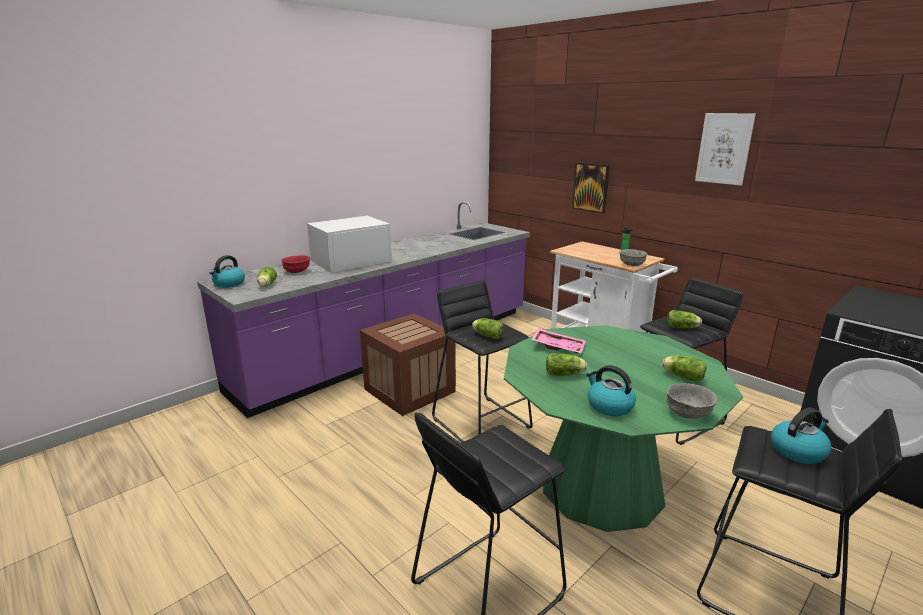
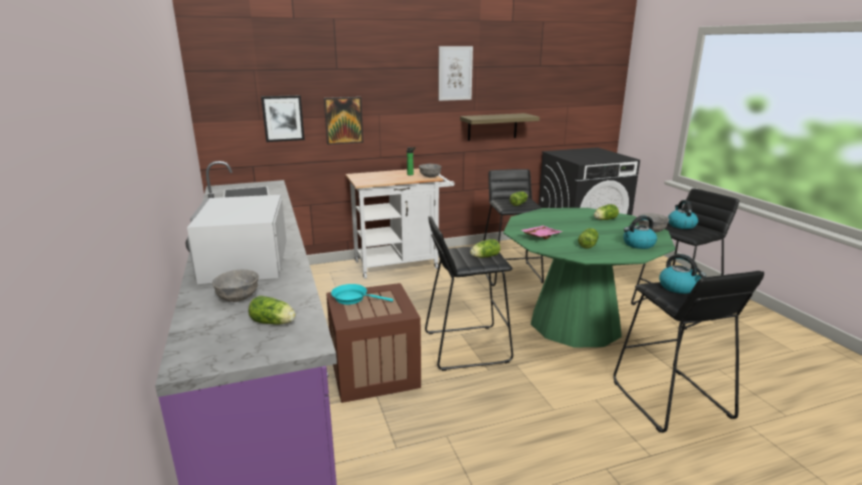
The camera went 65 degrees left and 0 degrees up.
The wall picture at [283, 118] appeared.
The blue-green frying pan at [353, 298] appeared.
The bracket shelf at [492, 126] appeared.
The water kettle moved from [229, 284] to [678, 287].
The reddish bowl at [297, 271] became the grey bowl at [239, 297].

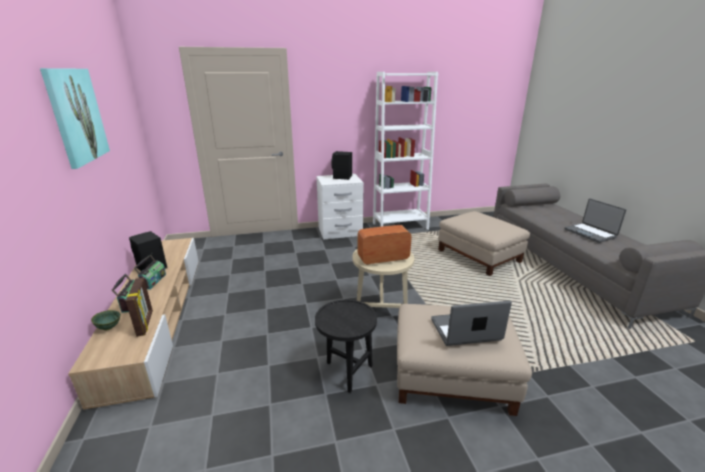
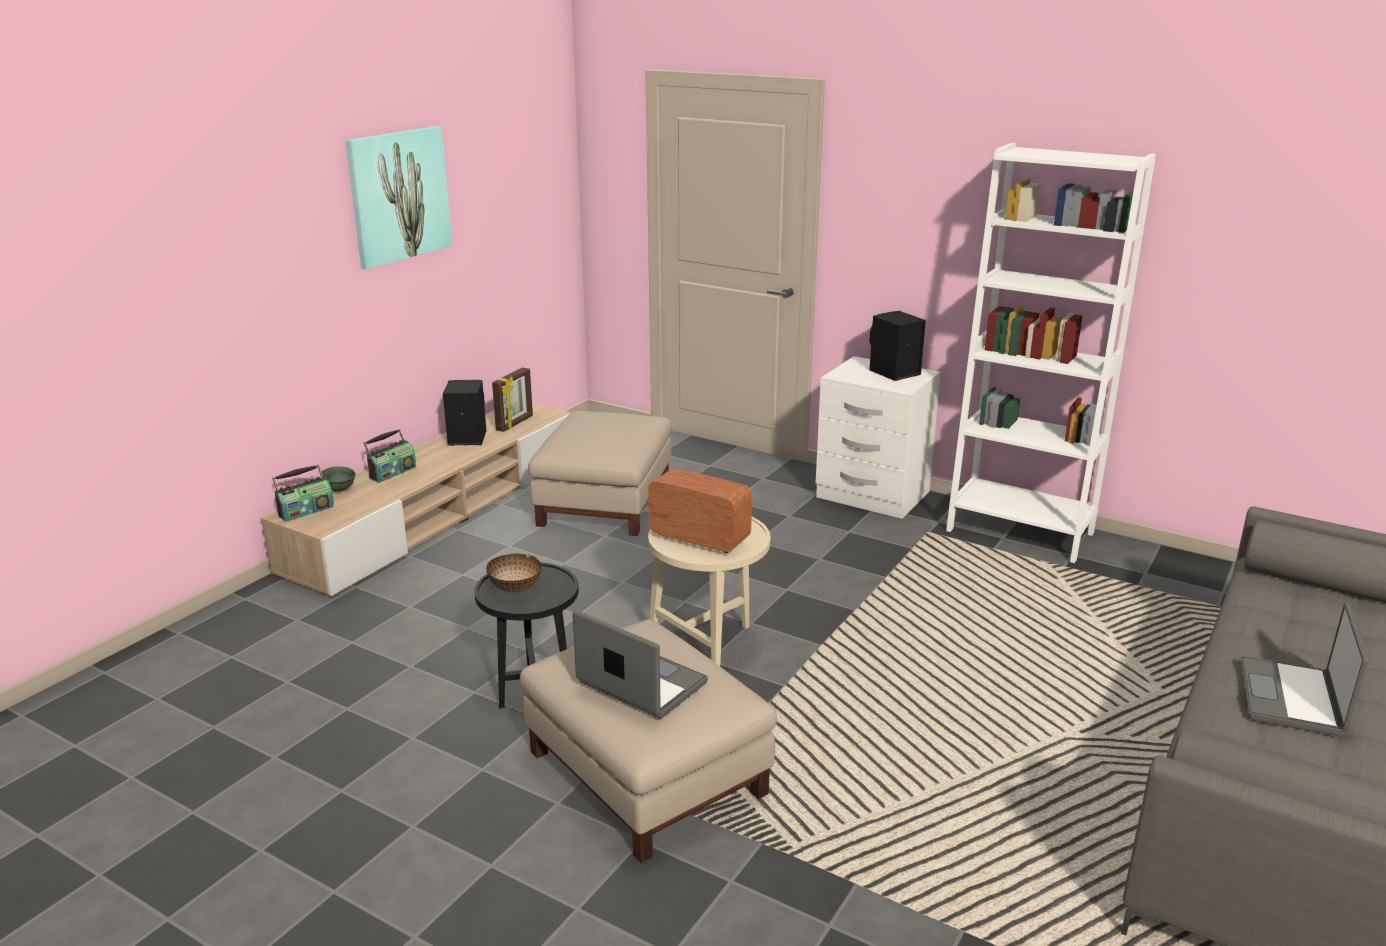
The camera went 45 degrees right and 0 degrees up.
The bowl at [515, 589] appeared.
The photo frame moved from [145, 323] to [515, 423].
The radio moved from [153, 281] to [306, 511].
The beige-coloured pouffe moved from [478, 256] to [604, 501].

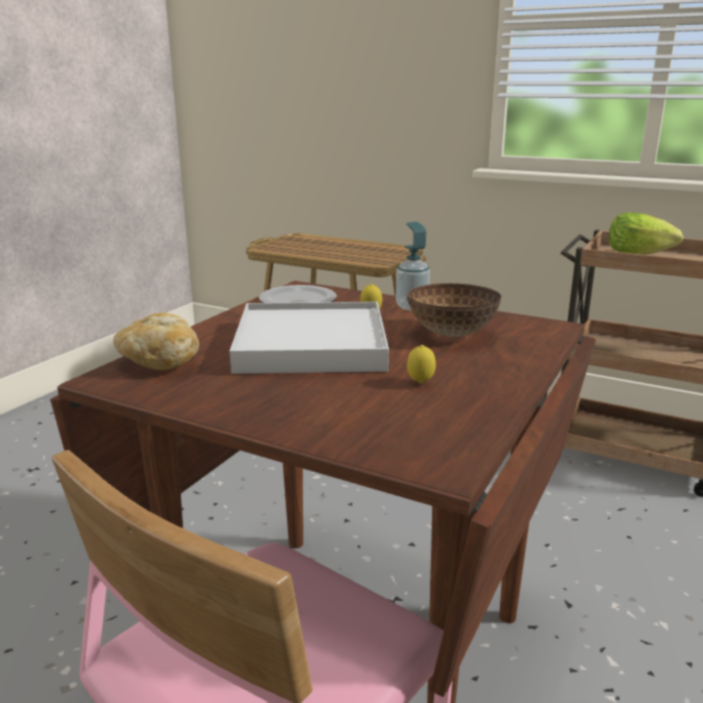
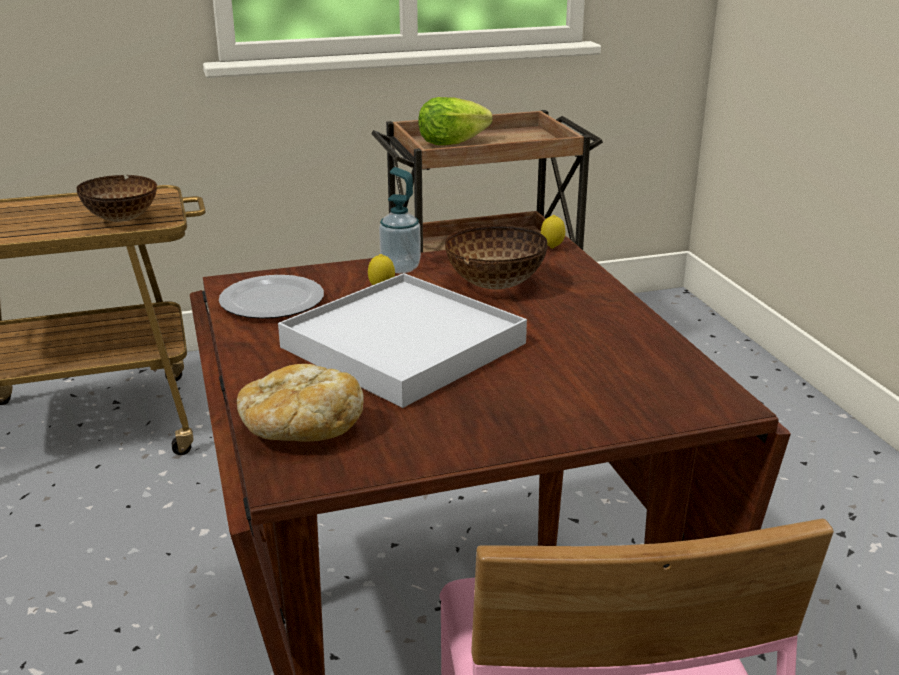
The camera went 45 degrees left and 5 degrees up.
The bowl at [122, 219] appeared.
The citrus fruit moved from [420, 383] to [552, 248].

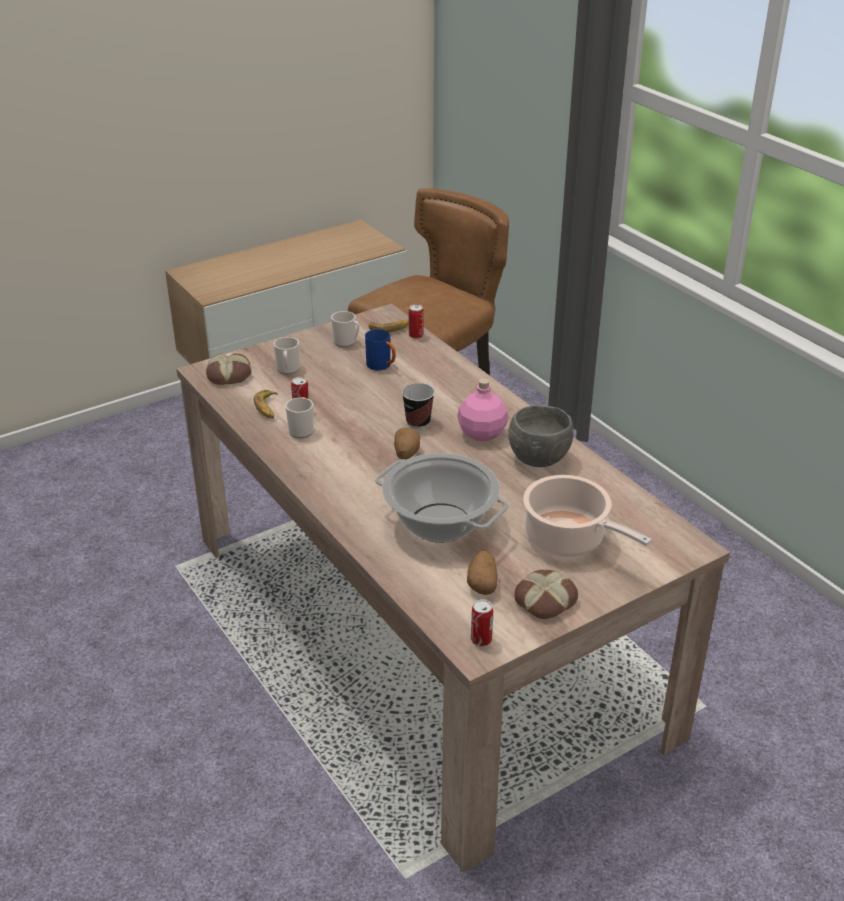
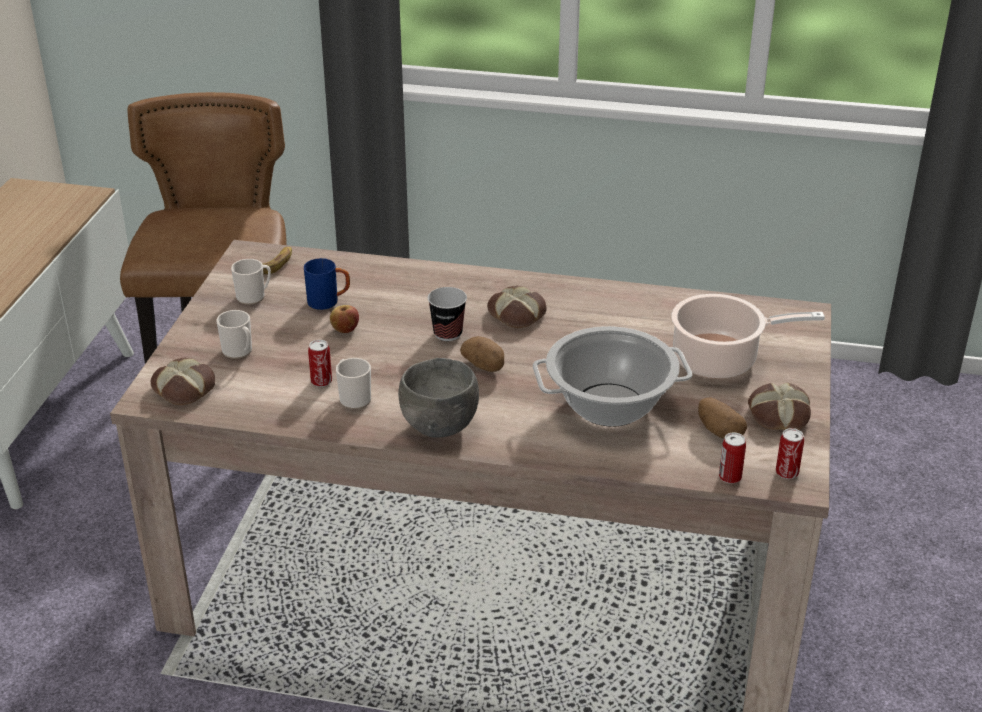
The camera went 45 degrees left and 0 degrees up.
The banana fruit at [267, 408] disappeared.
The apple at [345, 329] appeared.
The can moved from [416, 335] to [730, 477].
The grey bowl moved from [538, 459] to [438, 426].
The pinkish beverage bottle at [482, 433] was replaced by the bread at [517, 313].

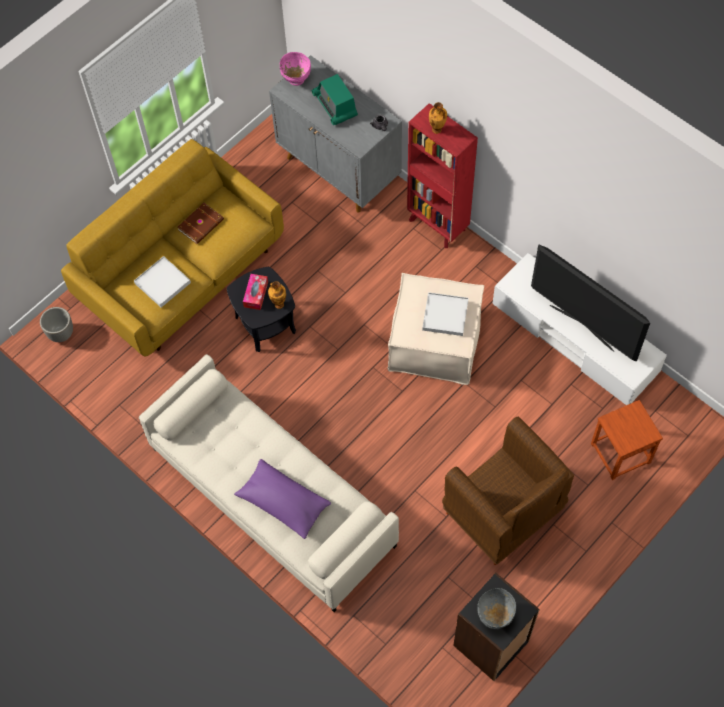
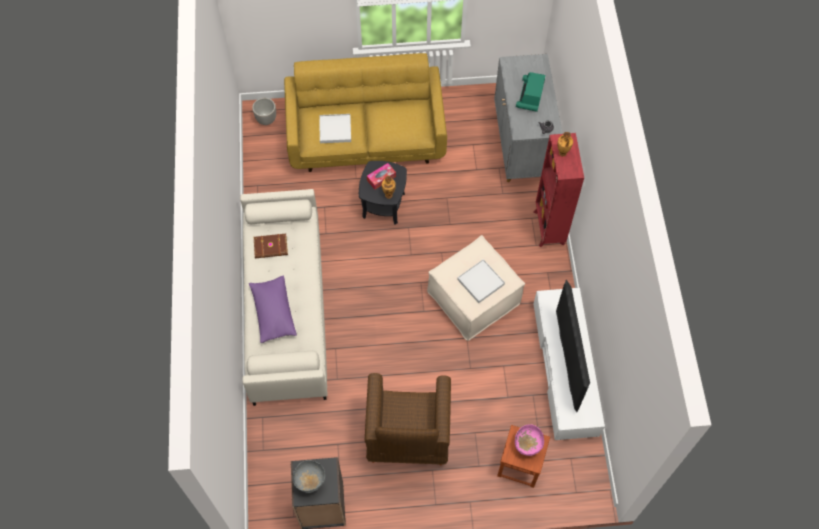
The camera went 40 degrees right and 0 degrees up.
The brownish volume moved from [201, 225] to [271, 247].
The pinkish bowl moved from [296, 79] to [527, 446].

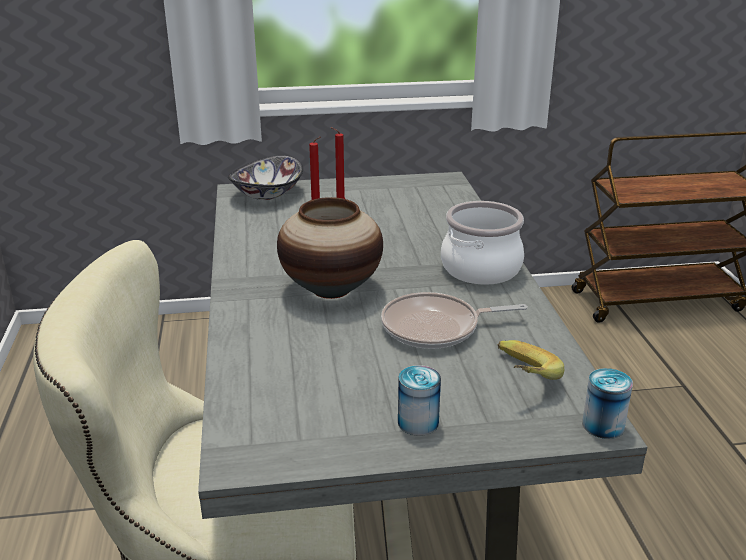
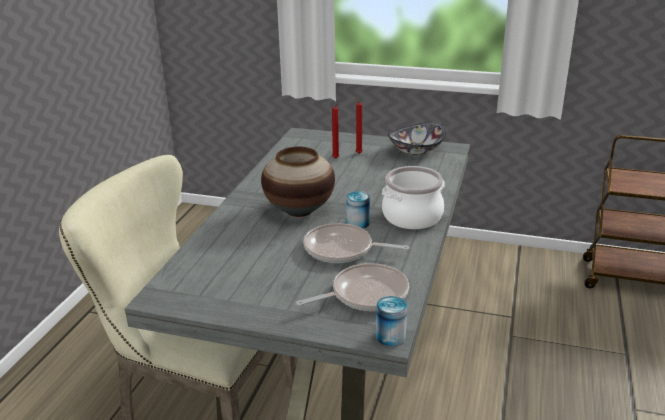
The camera went 25 degrees right and 0 degrees up.
The bowl moved from [268, 194] to [416, 151].
The can moved from [418, 422] to [358, 223].
The banana fruit at [519, 379] was replaced by the frying pan at [365, 294].

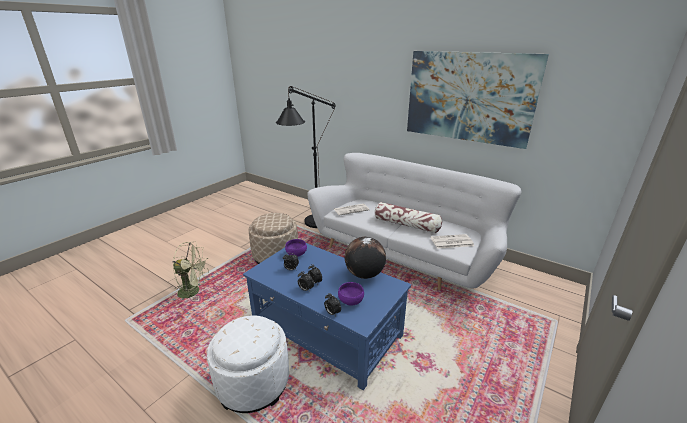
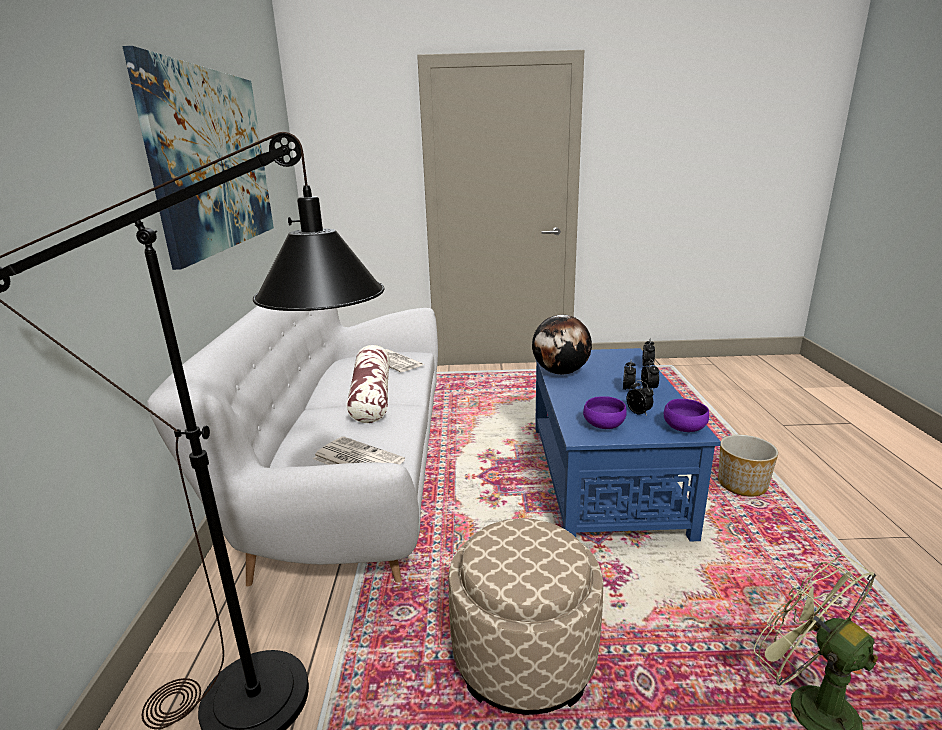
The camera went 125 degrees left and 5 degrees down.
The purplish bowl moved from [350, 301] to [685, 429].
The whitish pouffe at [253, 383] was replaced by the flower pot at [742, 485].

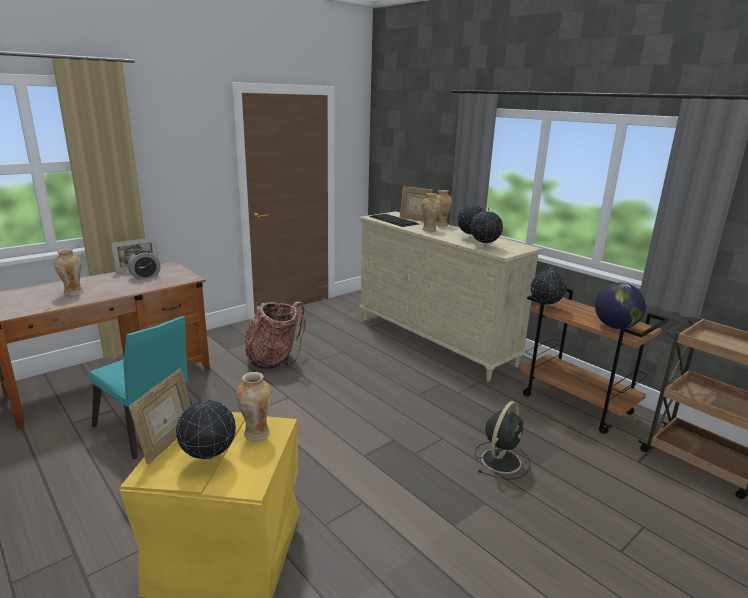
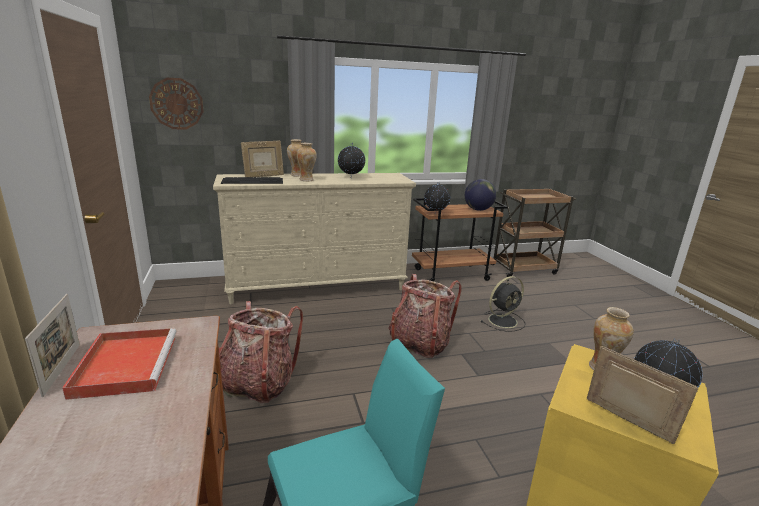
The camera went 65 degrees left and 0 degrees up.
The decorative vase at [73, 293] disappeared.
The globe at [484, 247] disappeared.
The wall clock at [176, 104] appeared.
The rucksack at [420, 343] appeared.
The table clock at [145, 276] was replaced by the reddish serving tray at [126, 364].
The blackish electric fan at [501, 460] turned 90 degrees clockwise.

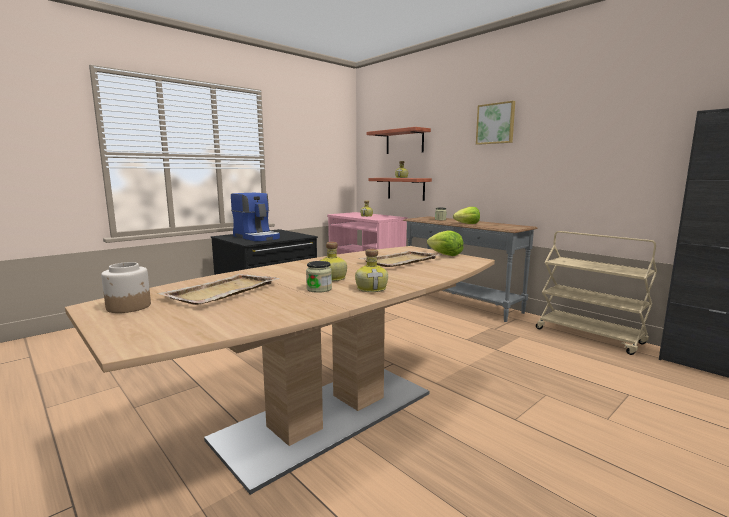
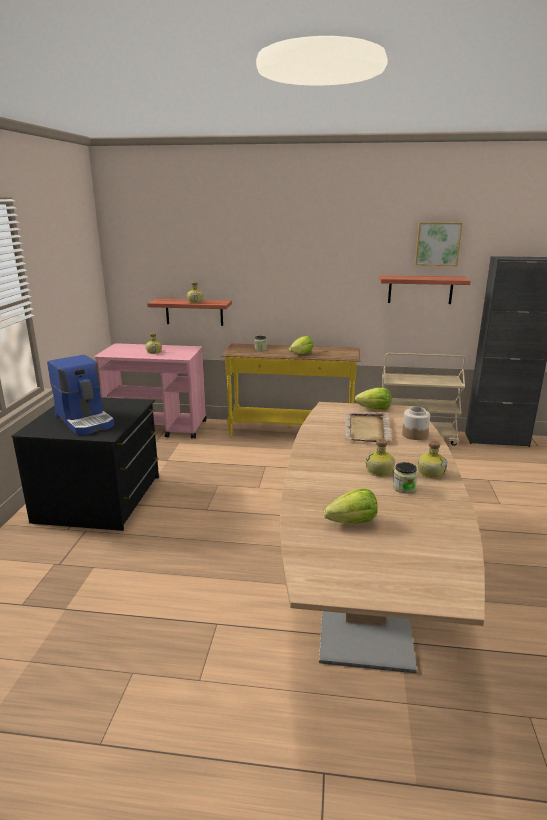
The camera went 40 degrees left and 10 degrees up.
The storage jar moved from [129, 306] to [414, 435].
The bracket shelf moved from [404, 142] to [420, 289].
The wall picture moved from [496, 123] to [437, 244].
The beige-coloured serving tray at [222, 291] was replaced by the lettuce head at [352, 522].
The grey console table at [460, 303] became the yellow-coloured console table at [290, 432].
The coffee brewer at [257, 237] turned 45 degrees clockwise.

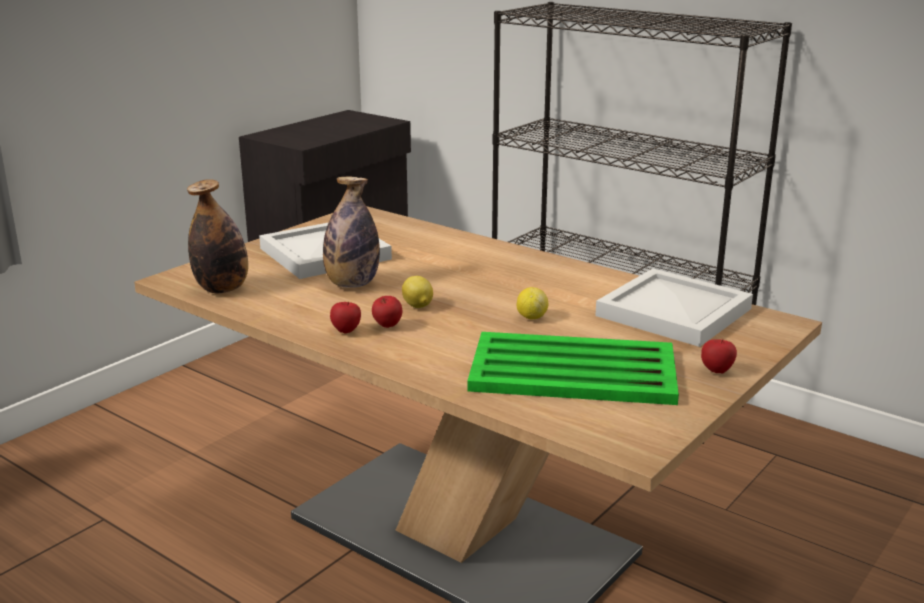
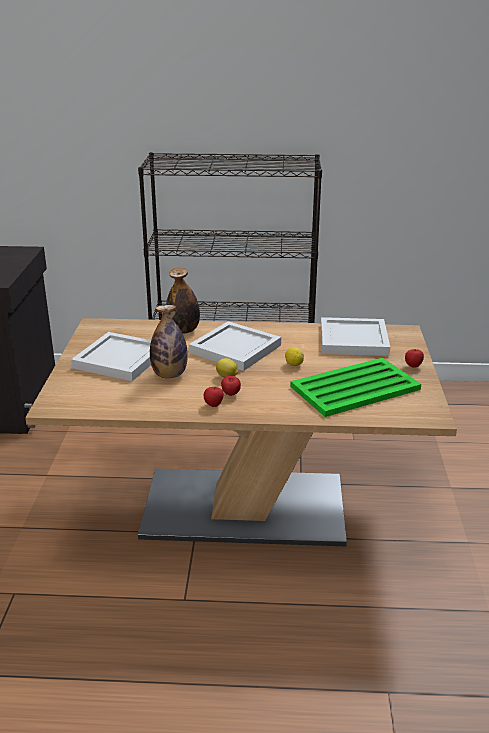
The camera went 35 degrees left and 5 degrees up.
The whitish serving tray at [233, 349] appeared.
The beverage bottle moved from [222, 289] to [184, 330].

